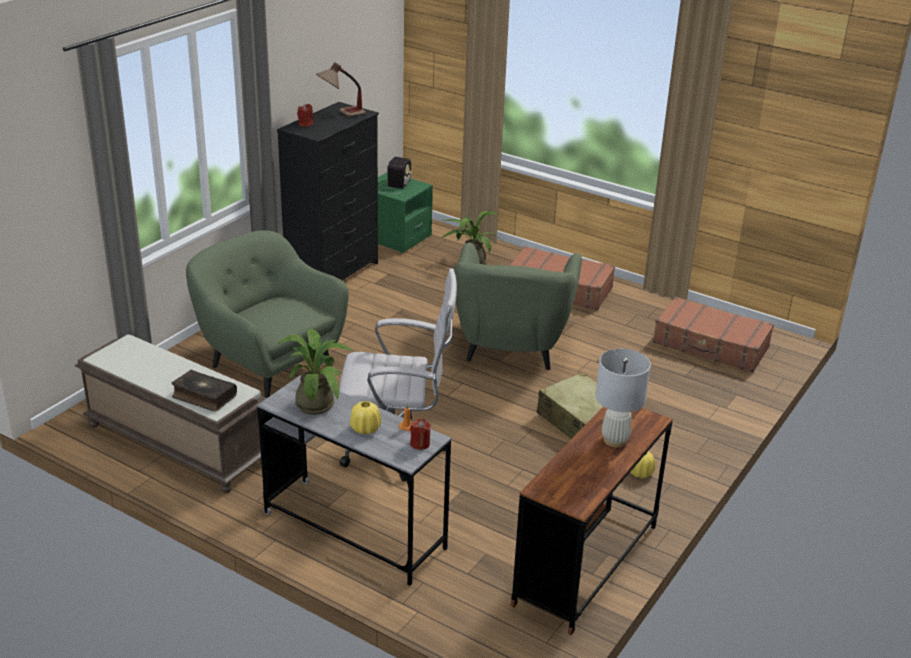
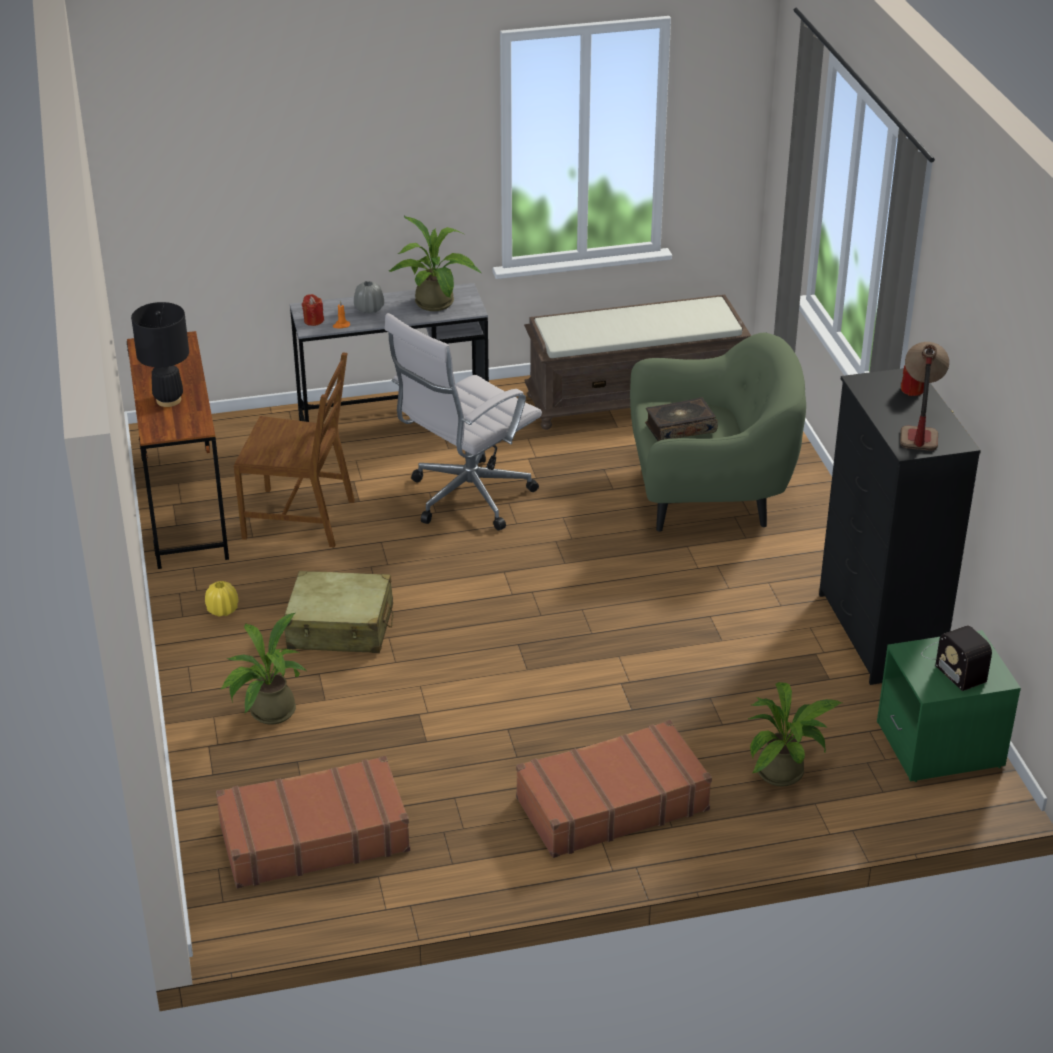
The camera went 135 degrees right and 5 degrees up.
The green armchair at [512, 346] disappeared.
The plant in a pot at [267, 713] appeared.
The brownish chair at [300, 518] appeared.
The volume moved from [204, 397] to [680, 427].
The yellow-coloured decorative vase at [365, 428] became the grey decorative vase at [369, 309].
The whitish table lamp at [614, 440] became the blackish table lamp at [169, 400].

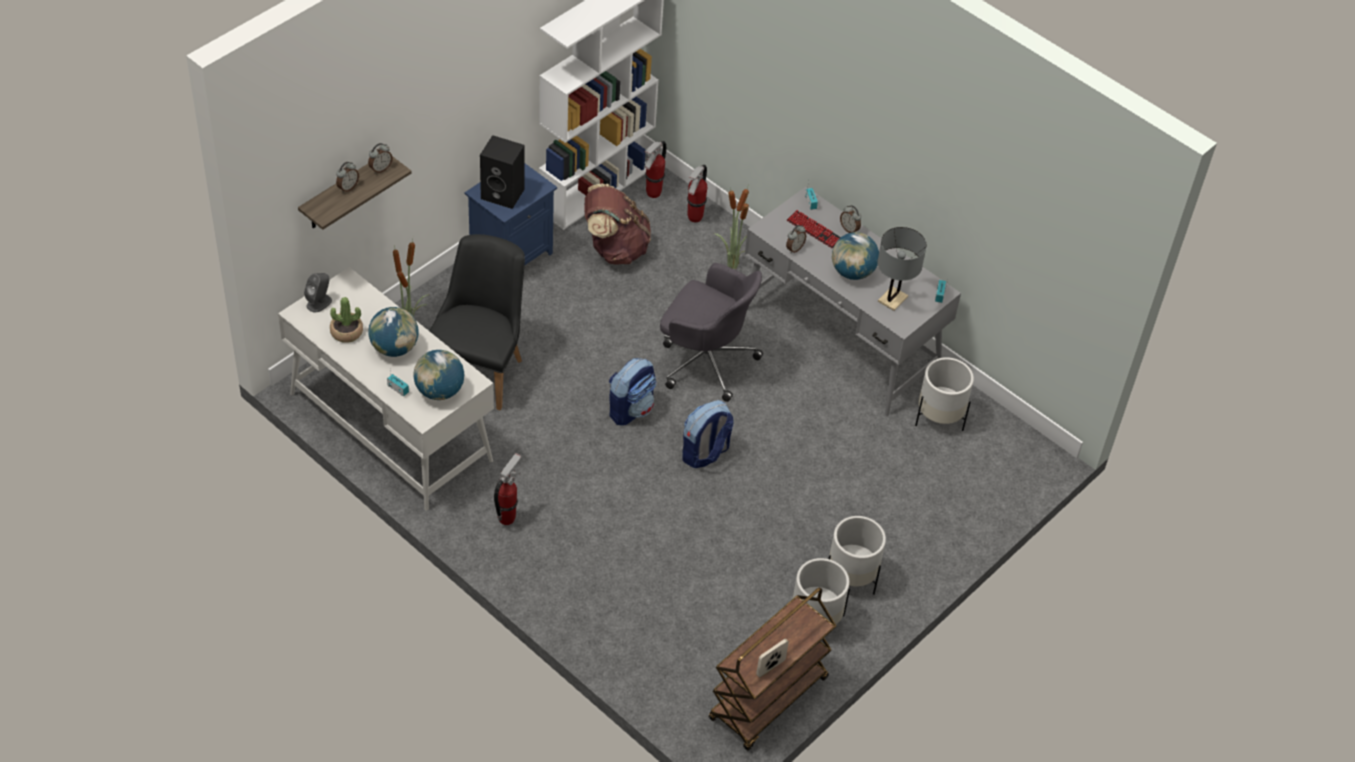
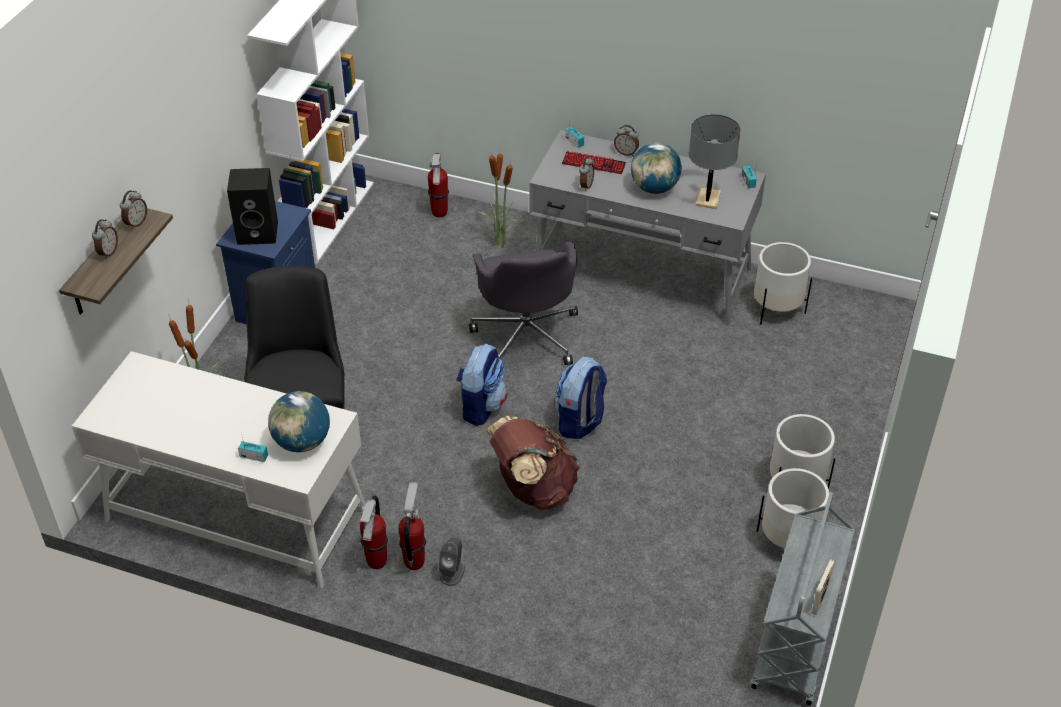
The camera went 20 degrees left and 5 degrees down.
The plant in a pot at [346, 332] disappeared.
The globe at [394, 348] disappeared.
The grey loudspeaker moved from [319, 302] to [452, 572].
The brownish rucksack moved from [615, 249] to [533, 489].
The fire extinguisher moved from [653, 193] to [376, 562].
The brownish wheeled cart at [768, 700] became the grey wheeled cart at [796, 643].
The grey office chair at [705, 360] turned 75 degrees clockwise.

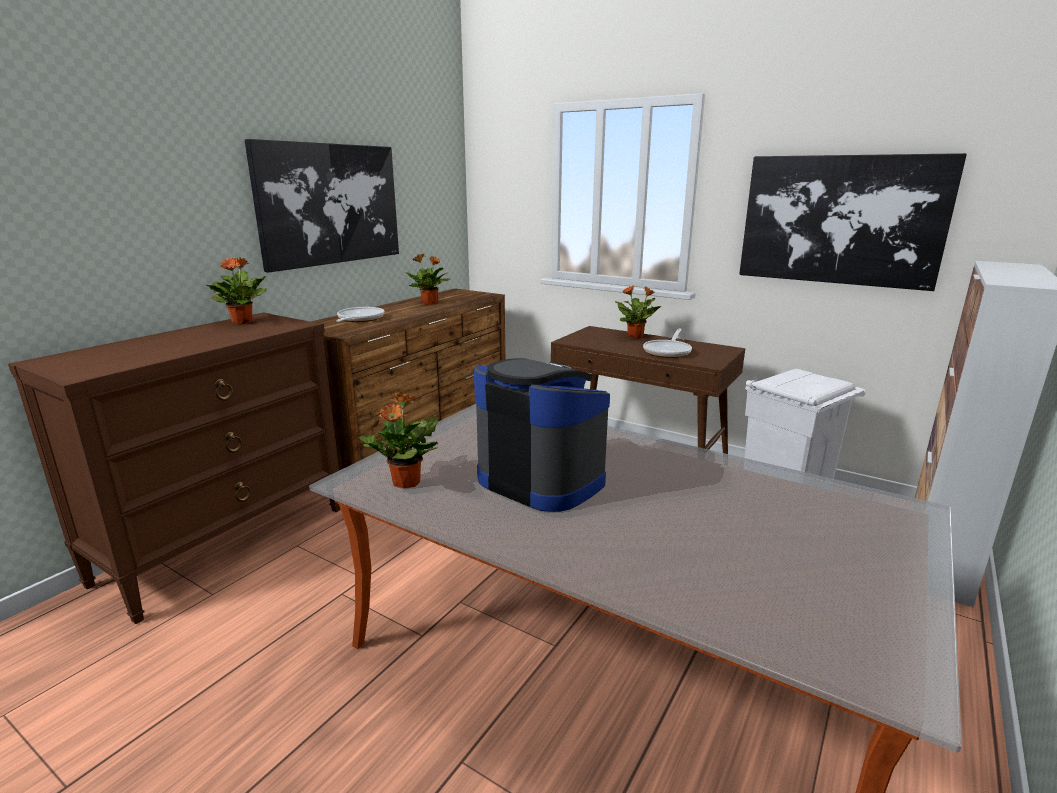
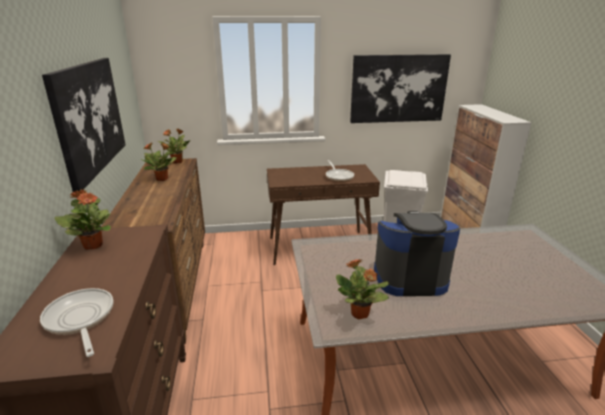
The camera went 40 degrees left and 5 degrees up.
The frying pan moved from [359, 319] to [80, 320].
The plant in a pot moved from [636, 336] to [177, 162].

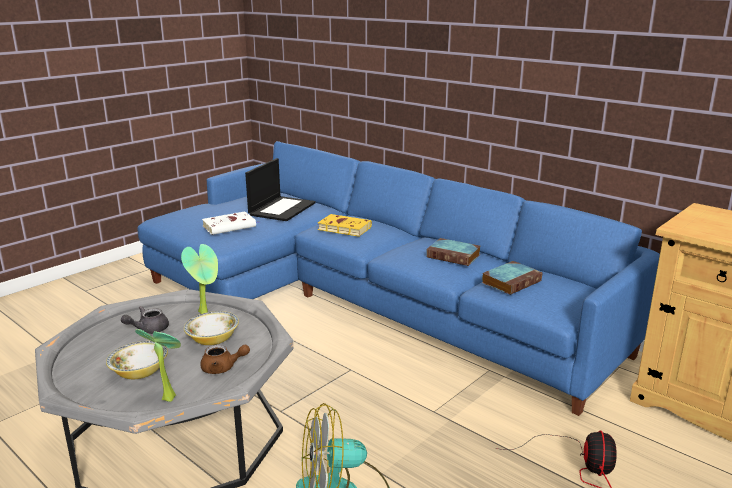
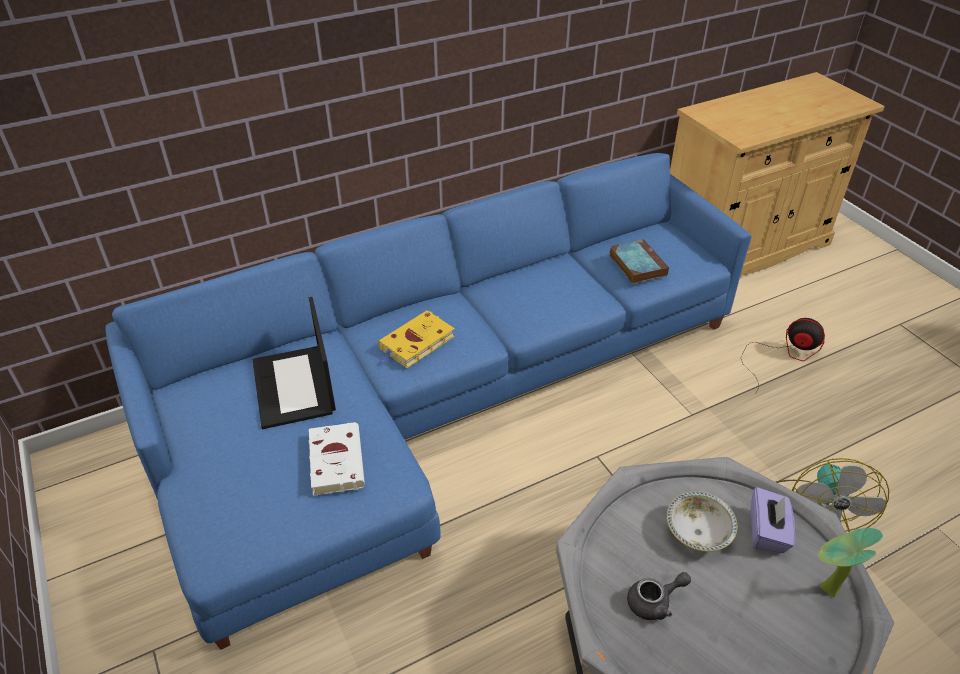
The camera went 70 degrees left and 20 degrees up.
The bowl at [139, 372] disappeared.
The plant in a pot at [206, 312] disappeared.
The volume at [454, 256] disappeared.
The brownish pot for tea at [223, 368] was replaced by the purplish tissue holder at [767, 532].
The grey pot for tea at [148, 329] turned 90 degrees counterclockwise.
The notebook computer at [282, 208] turned 150 degrees counterclockwise.

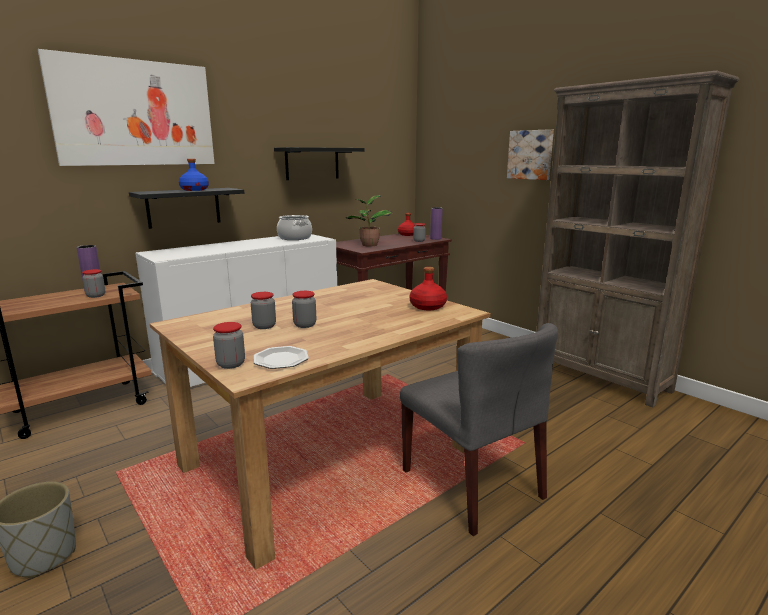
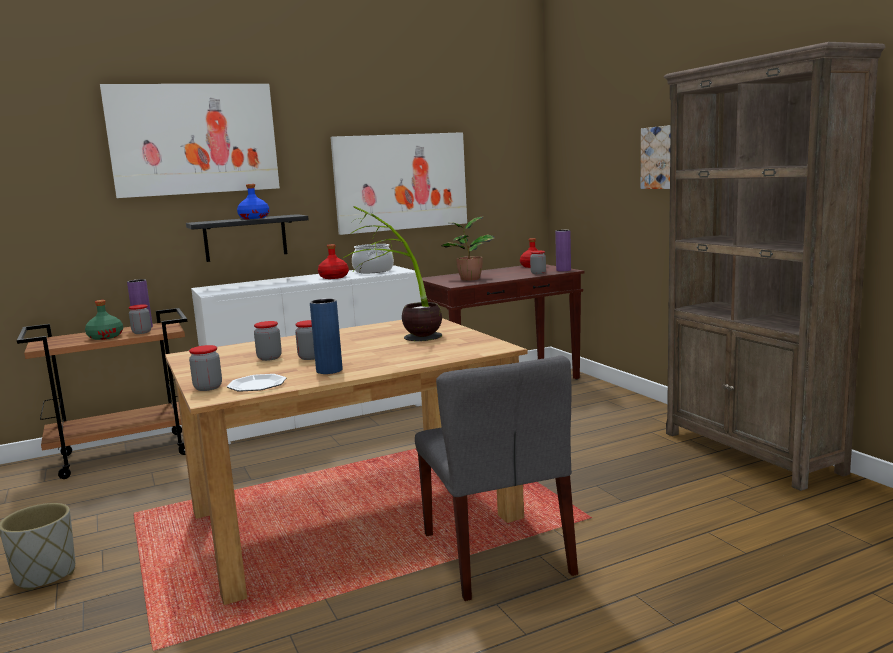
The camera went 15 degrees right and 5 degrees down.
The green beverage bottle at [105, 337] appeared.
The blue decorative vase at [329, 370] appeared.
The plant in a pot at [404, 341] appeared.
The reddish beverage bottle moved from [428, 306] to [334, 277].
The blackish bracket shelf at [312, 163] was replaced by the wall picture at [401, 182].

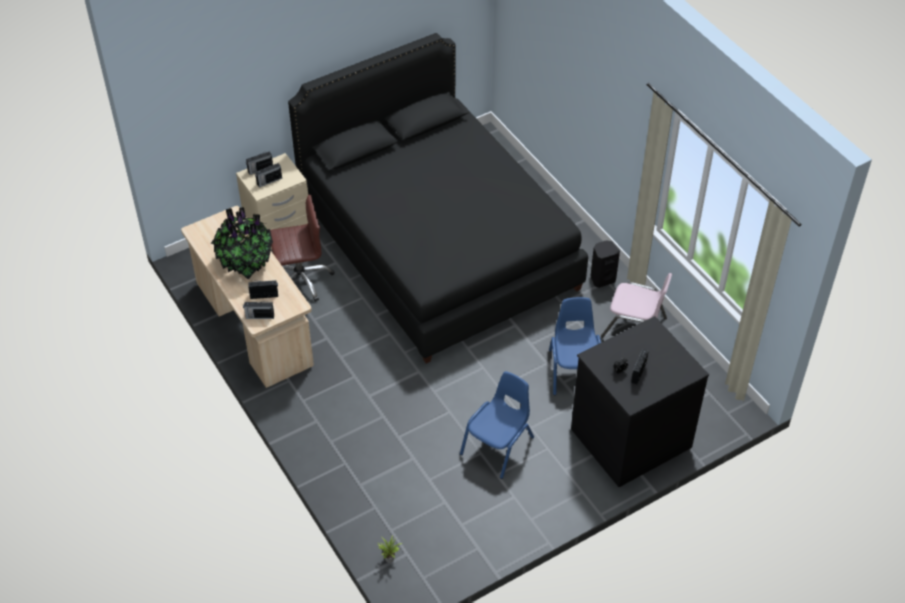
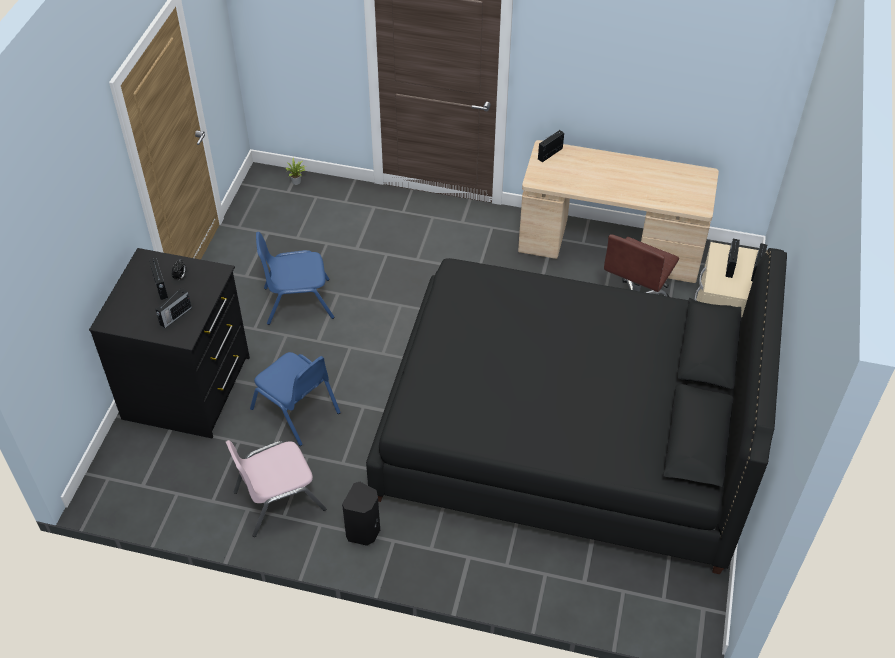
The camera went 135 degrees right and 0 degrees up.
The plant in a pot at [245, 262] disappeared.
The radio moved from [264, 295] to [175, 316].
The blue chair at [498, 446] turned 90 degrees clockwise.

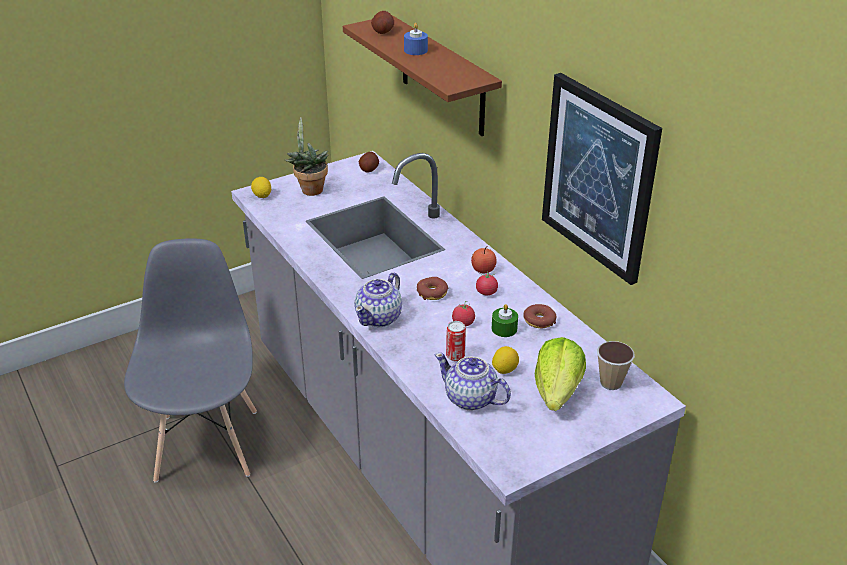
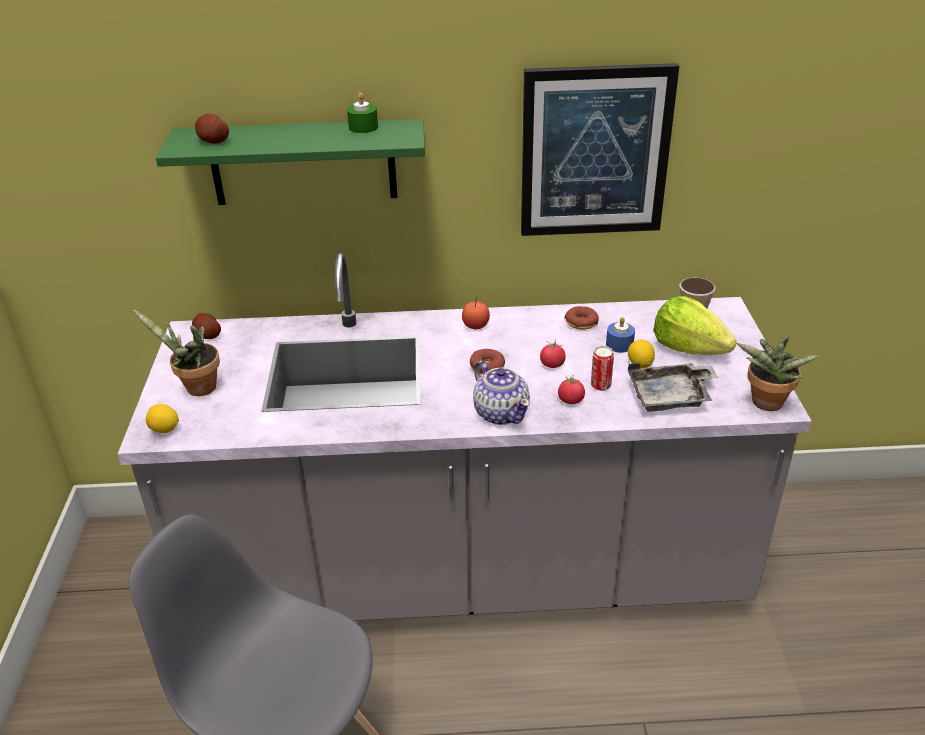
The camera went 60 degrees left and 0 degrees up.
The plant in a pot at [765, 405] appeared.
The blue candle moved from [415, 50] to [619, 344].
The whole tomato moved from [486, 292] to [570, 400].
The green candle moved from [504, 329] to [363, 127].
The pot for tea at [471, 399] was replaced by the grey serving tray at [670, 397].
The brownish bracket shelf at [442, 77] became the green bracket shelf at [303, 162].

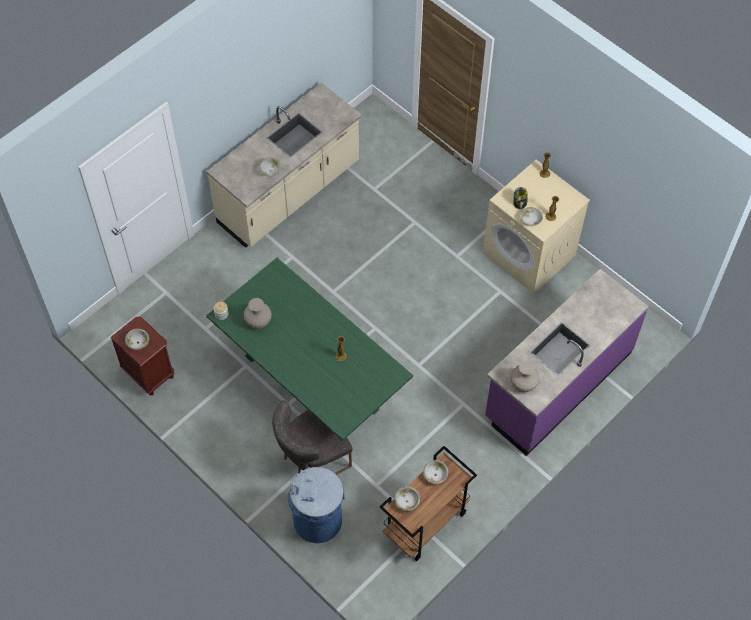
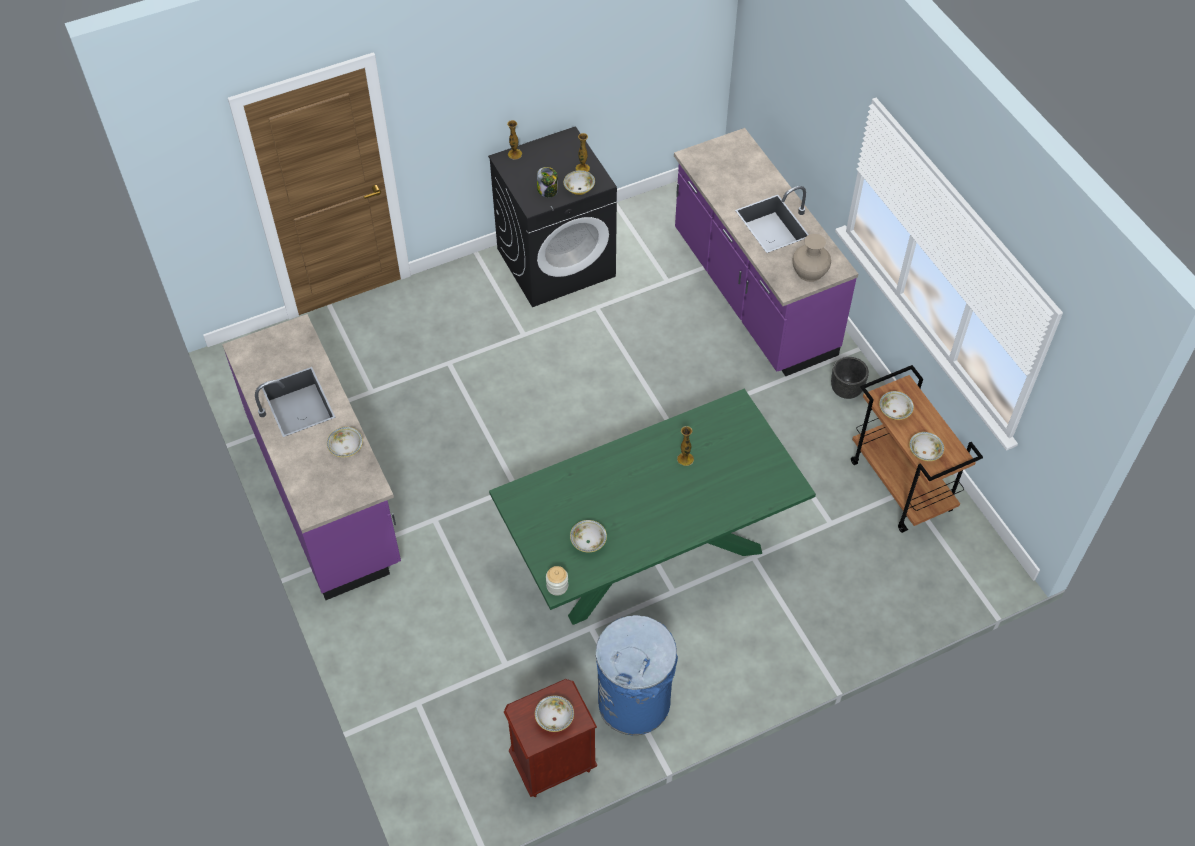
The camera went 70 degrees left and 5 degrees down.
The grey chair at [312, 458] disappeared.
The blackish flower pot at [846, 391] appeared.
The blue rubbish bin moved from [318, 521] to [634, 701].
The beige-coloured decorative vase at [258, 321] was replaced by the bowl at [588, 542].
The beige-coloured kitchen counter at [289, 194] became the purplish kitchen counter at [326, 493].
The beige-coloured washing machine at [529, 254] became the blackish washing machine at [556, 262].

